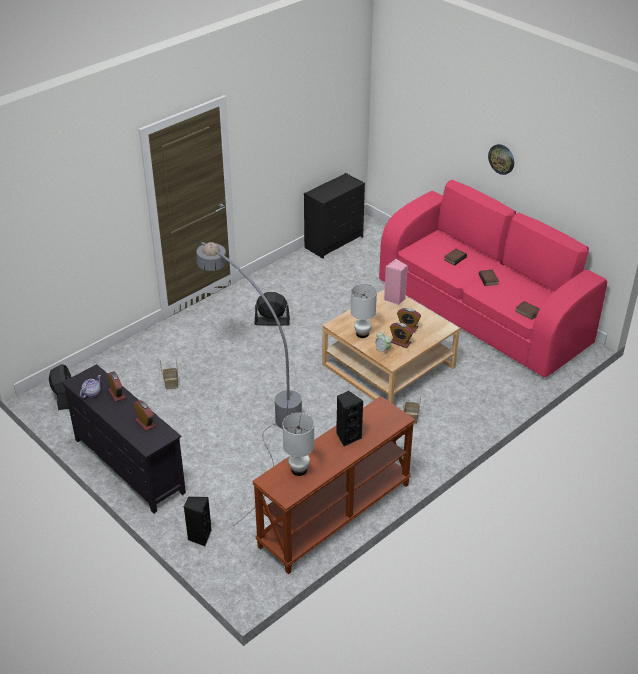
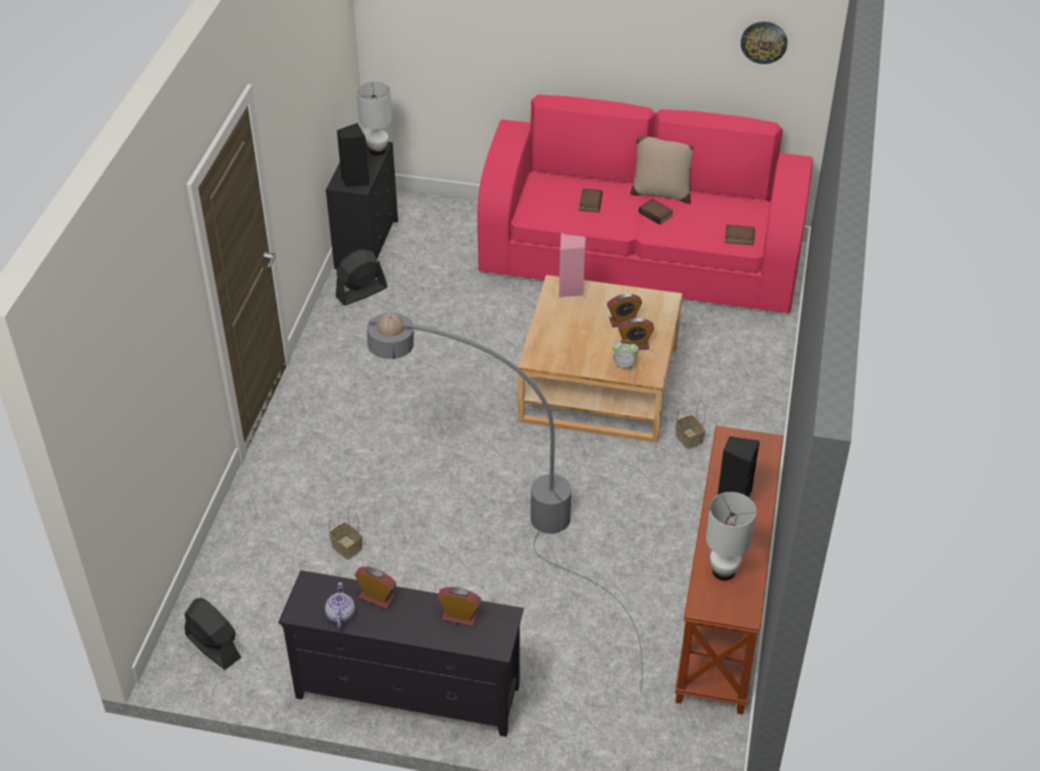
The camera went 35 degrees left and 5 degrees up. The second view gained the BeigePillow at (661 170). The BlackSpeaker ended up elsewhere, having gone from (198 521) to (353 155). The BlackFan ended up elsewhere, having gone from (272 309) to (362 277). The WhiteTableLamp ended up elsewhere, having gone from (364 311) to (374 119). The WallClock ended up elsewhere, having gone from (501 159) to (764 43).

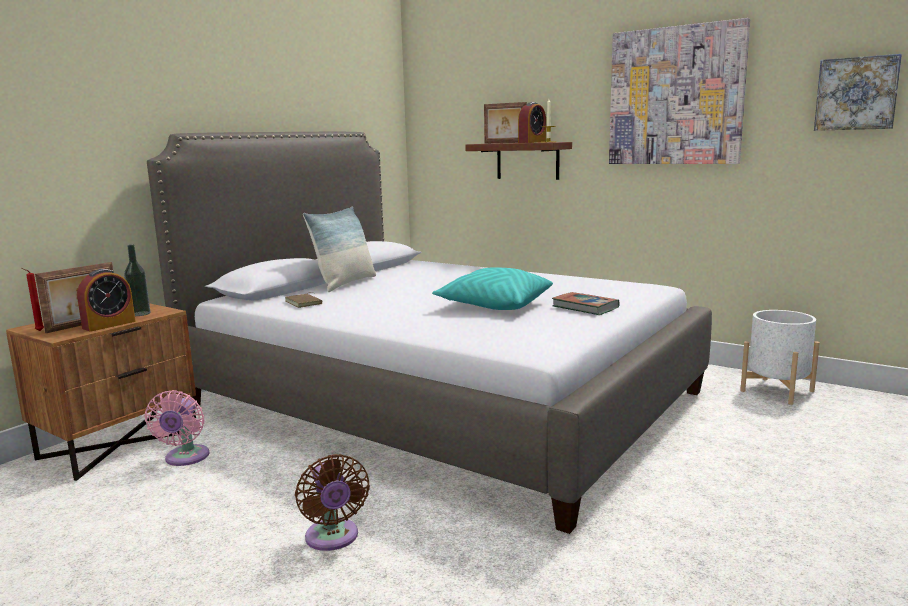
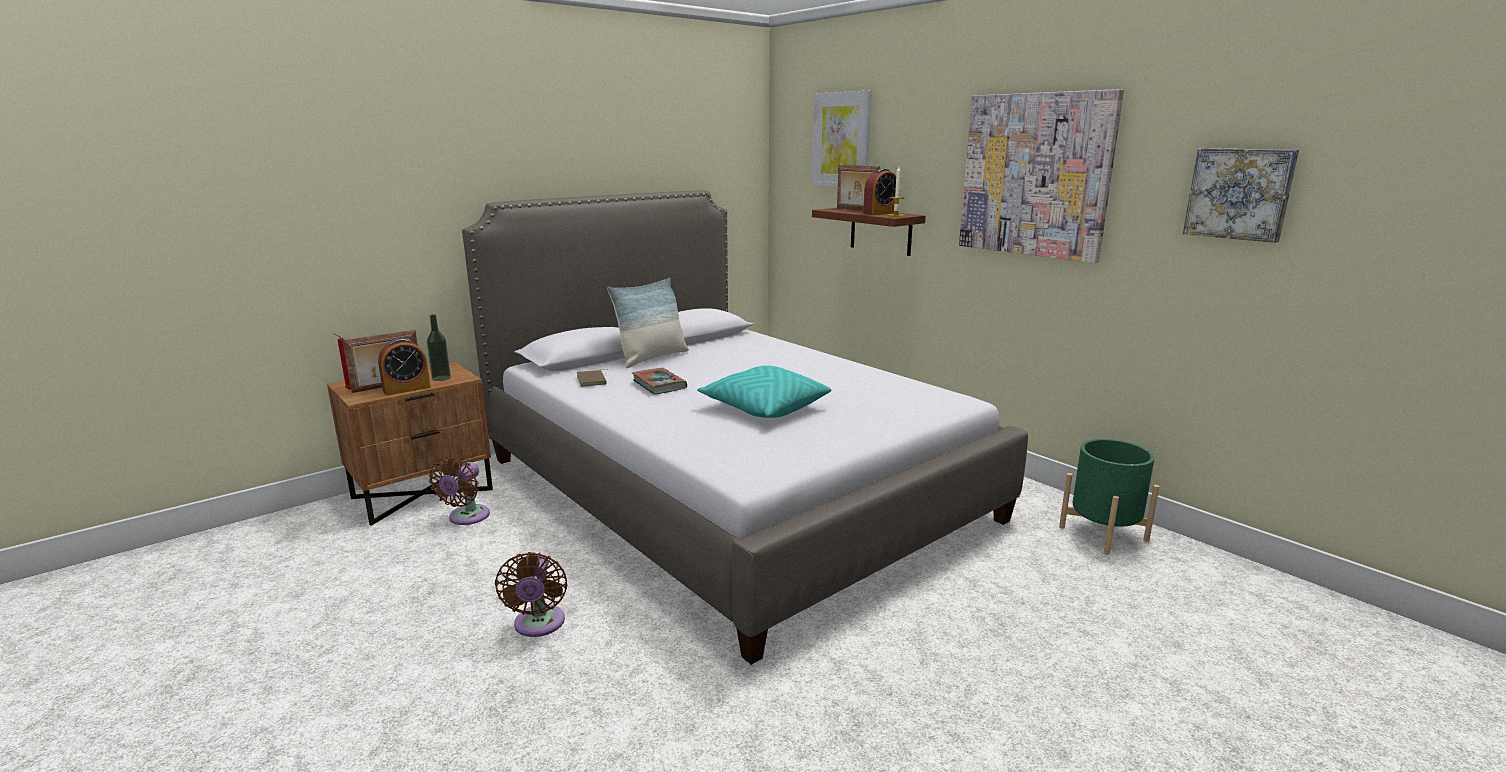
The camera went 15 degrees right and 5 degrees up. The second view gained the Picture at (842 139). The Book ended up elsewhere, having gone from (585 303) to (659 381). What was the PinkFan at (177 428) turned into the BrownFan at (459 491). What was the WhitePlanter at (780 357) turned into the GreenPlanter at (1109 496).

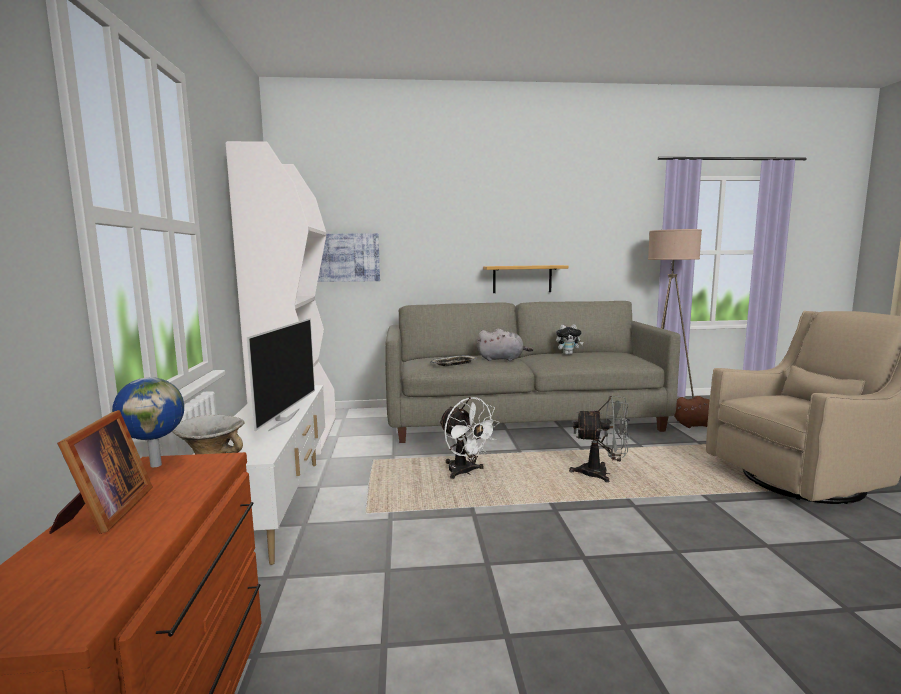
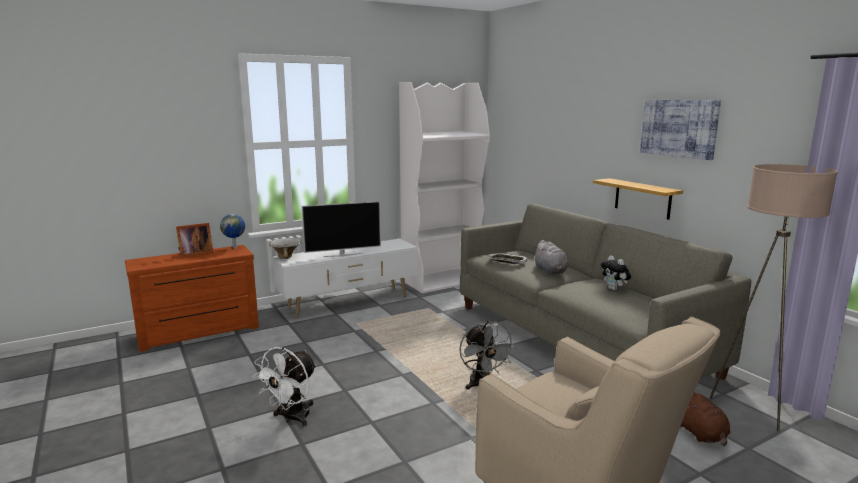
The camera went 65 degrees right and 5 degrees up. The Picture ended up elsewhere, having gone from (349 257) to (680 130). The WhiteFan ended up elsewhere, having gone from (469 438) to (285 386).

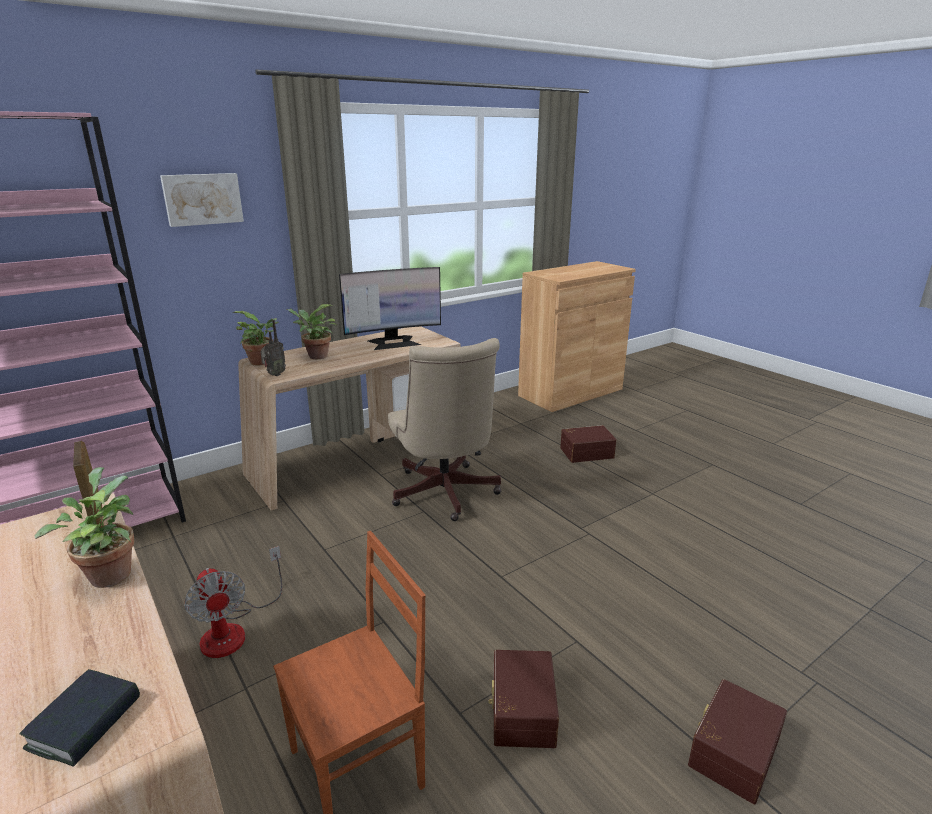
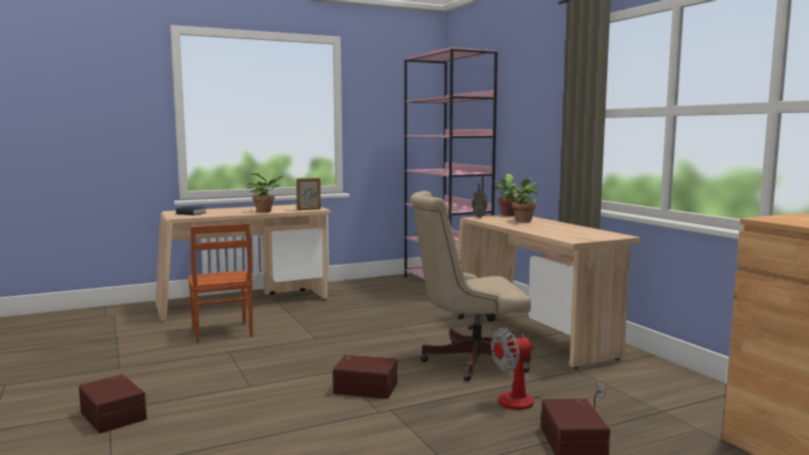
The camera went 100 degrees right and 15 degrees down. The second view lost the Picture at (202 200). The second view lost the Monitor at (390 308). The Fan ended up elsewhere, having gone from (233 602) to (548 369). The BrownStorageBox ended up elsewhere, having gone from (523 699) to (365 377).

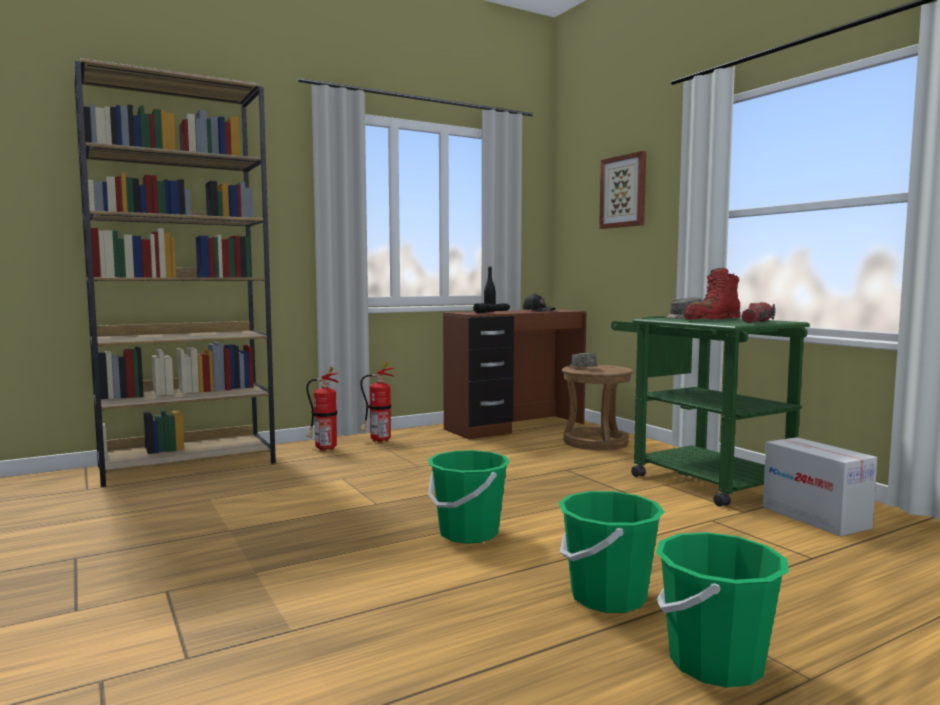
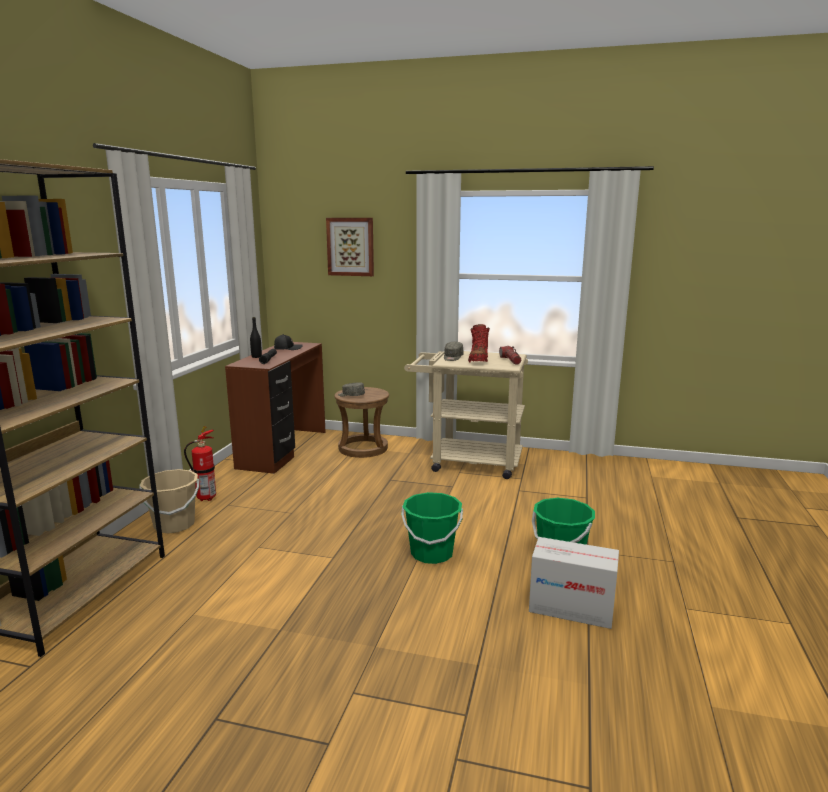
The camera went 45 degrees left and 10 degrees up. The second view lost the GreenBucket at (722 609). The CardboardBox ended up elsewhere, having gone from (820 486) to (574 583). Where the FireExtinguisher stood at (322 409), the BeigeBucket came to stand at (169 501). What was the GreenCart at (710 411) turned into the BeigeCart at (466 415).

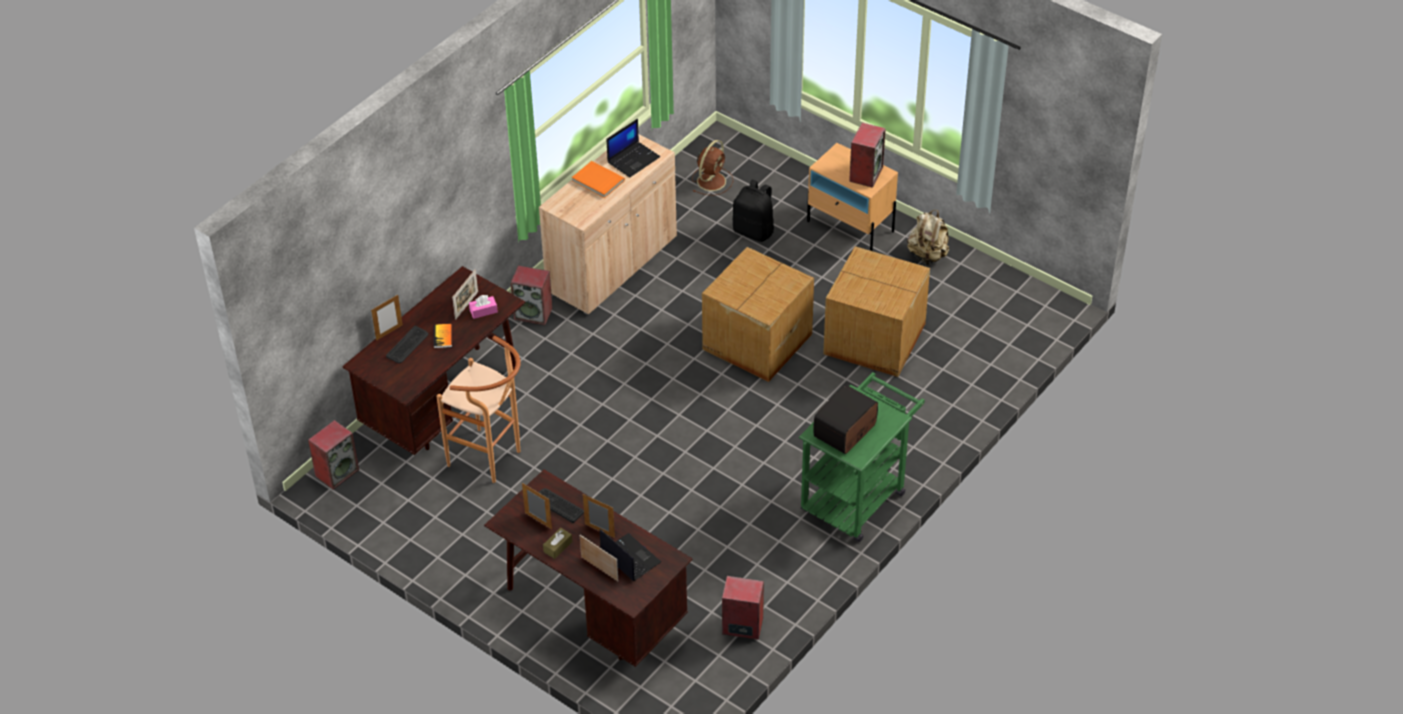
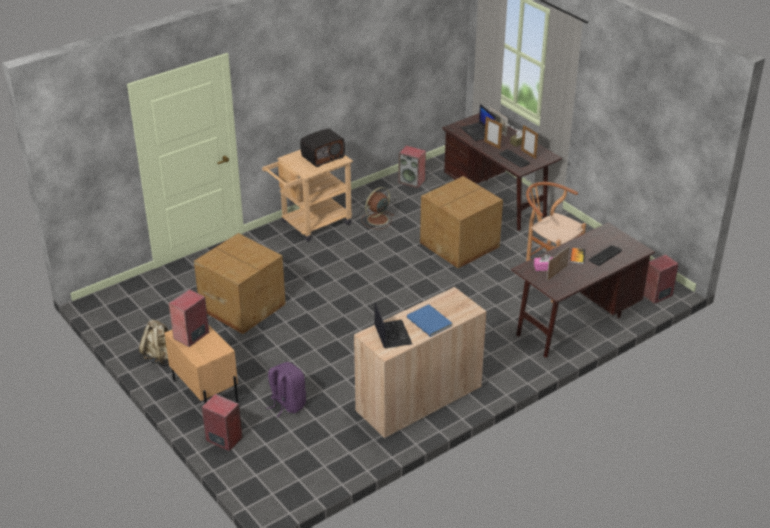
The camera went 165 degrees left and 10 degrees down. The second view lost the PictureFrame at (387 318). The Speaker ended up elsewhere, having gone from (531 295) to (222 422). The BrownFan ended up elsewhere, having gone from (712 168) to (377 208). The CardboardBox ended up elsewhere, having gone from (758 314) to (461 222). What was the OrangeBook at (598 179) turned into the BlueBook at (429 320). What was the BlackBackpack at (753 211) turned into the PurpleBackpack at (286 389). What was the GreenCart at (862 457) turned into the BeigeCart at (307 196). The Laptop at (633 148) ended up facing another way, 105 degrees clockwise from before.

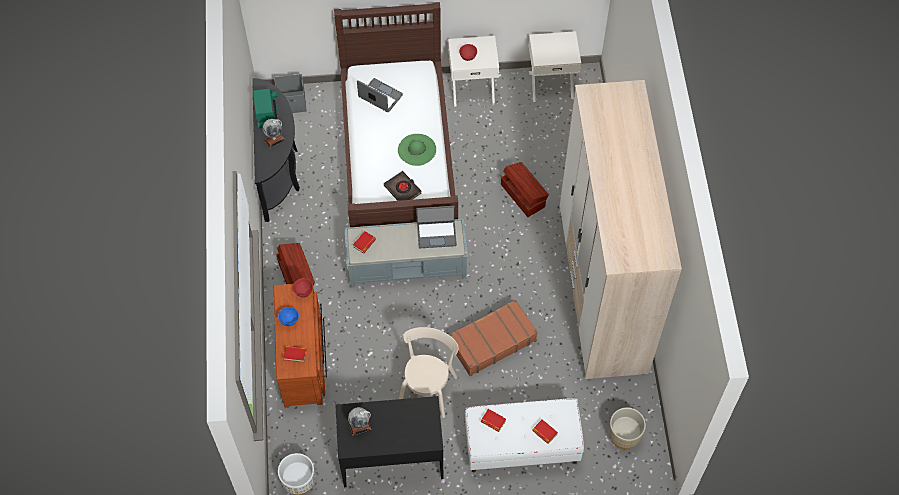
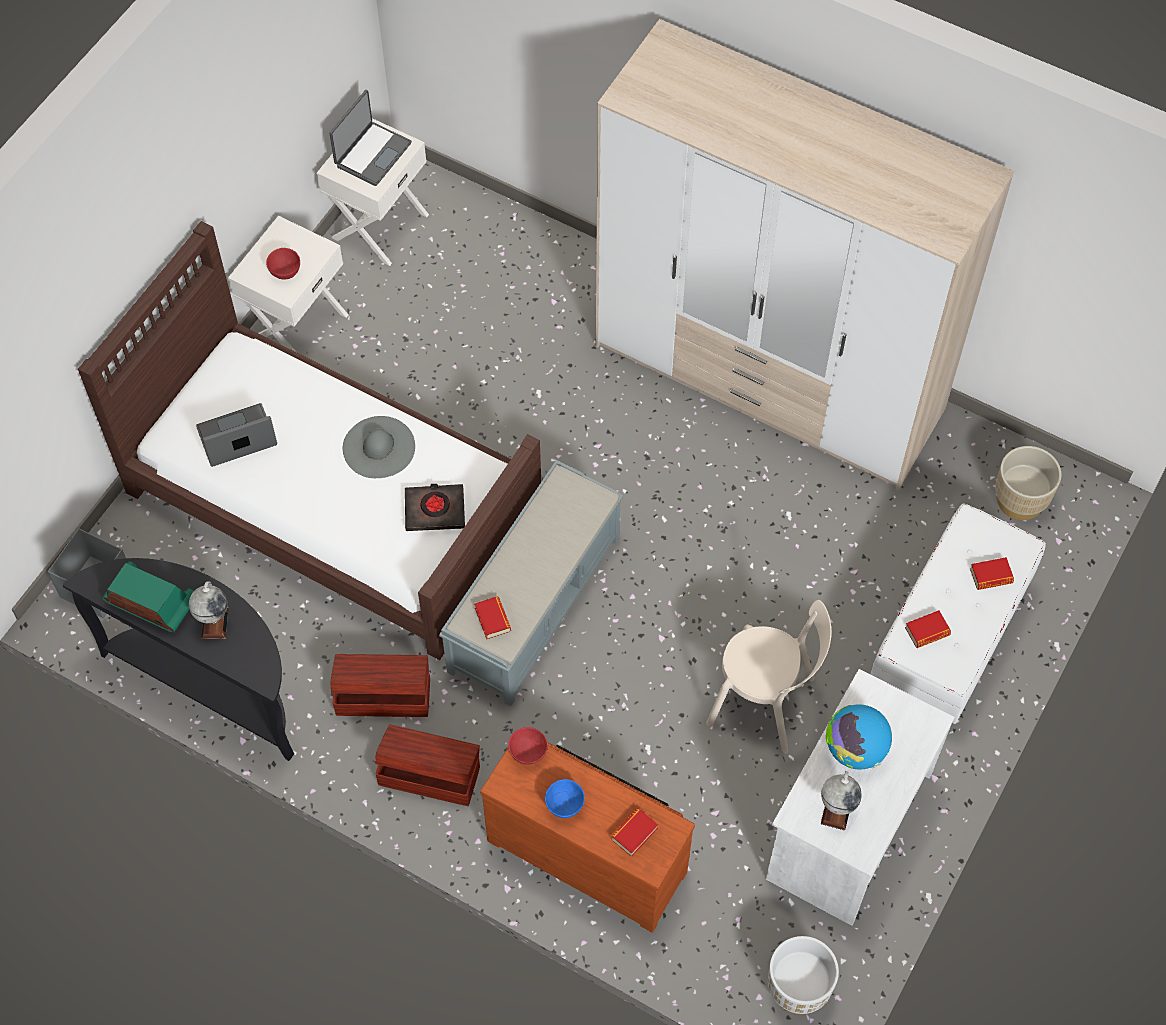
The camera went 55 degrees left and 0 degrees up. The second view lost the BrownSuitcase at (493 338). The second view gained the Globe at (859 737). The Laptop ended up elsewhere, having gone from (436 227) to (370 138). The BrownStorageBox ended up elsewhere, having gone from (525 189) to (380 685). What was the BlackDesk at (389 441) turned into the WhiteDesk at (860 797). What was the GreenHat at (417 150) turned into the GreyHat at (378 447). The BeigeChair at (429 372) ended up facing another way, 150 degrees clockwise from before.

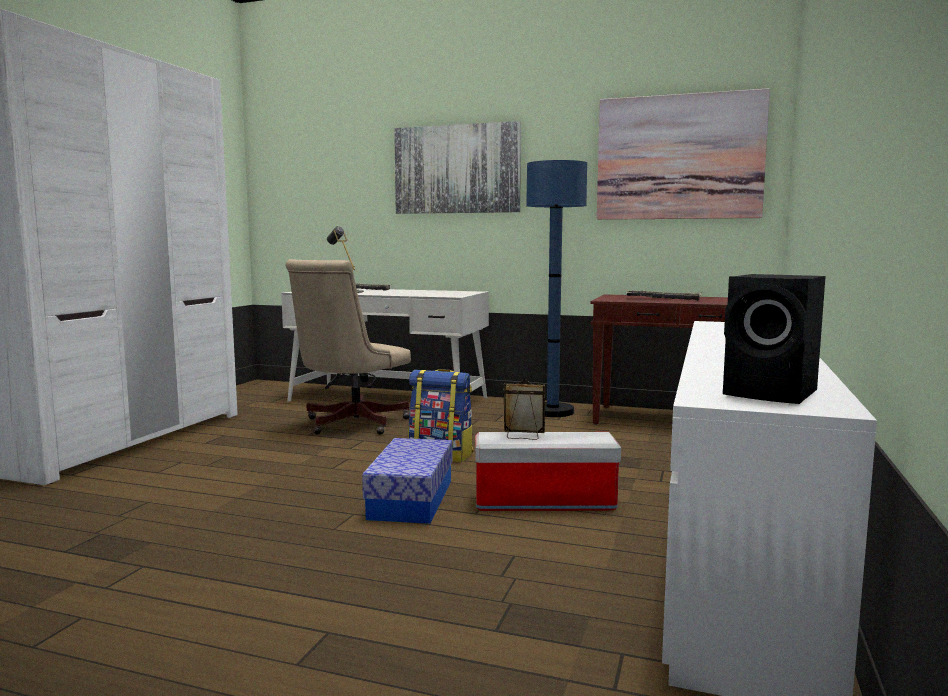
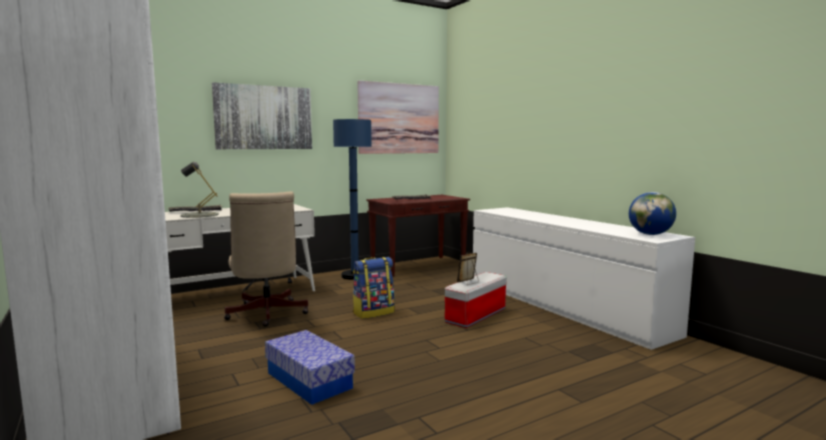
The camera went 50 degrees left and 0 degrees up. The StorageBox ended up elsewhere, having gone from (407 481) to (310 367). Where the BlackSpeaker stood at (774 339), the Globe came to stand at (652 213).

